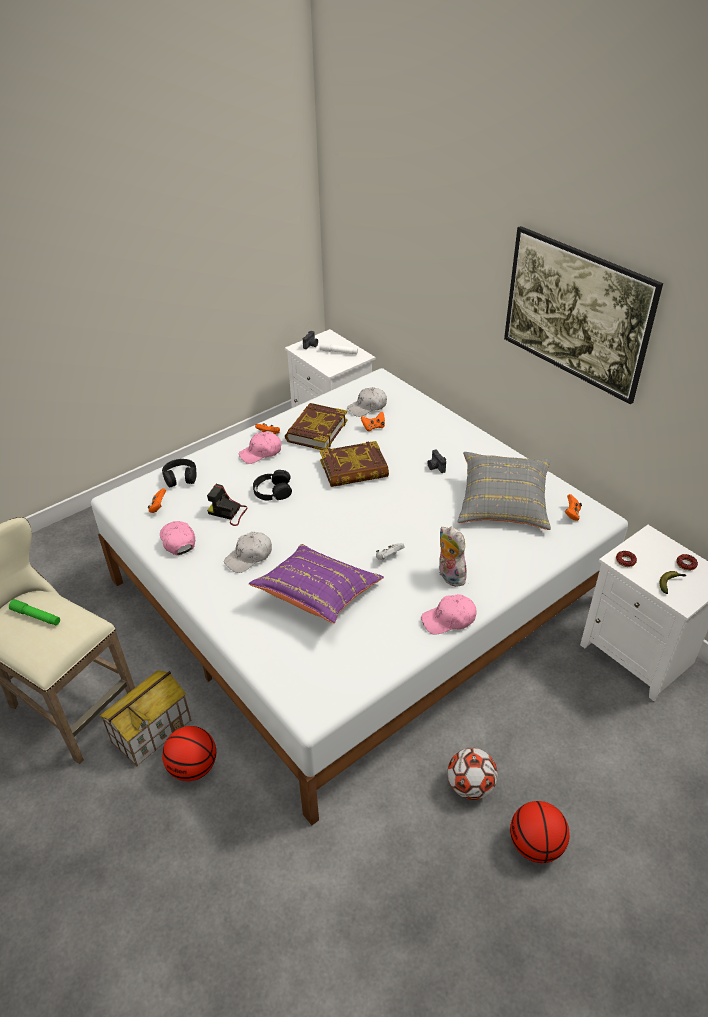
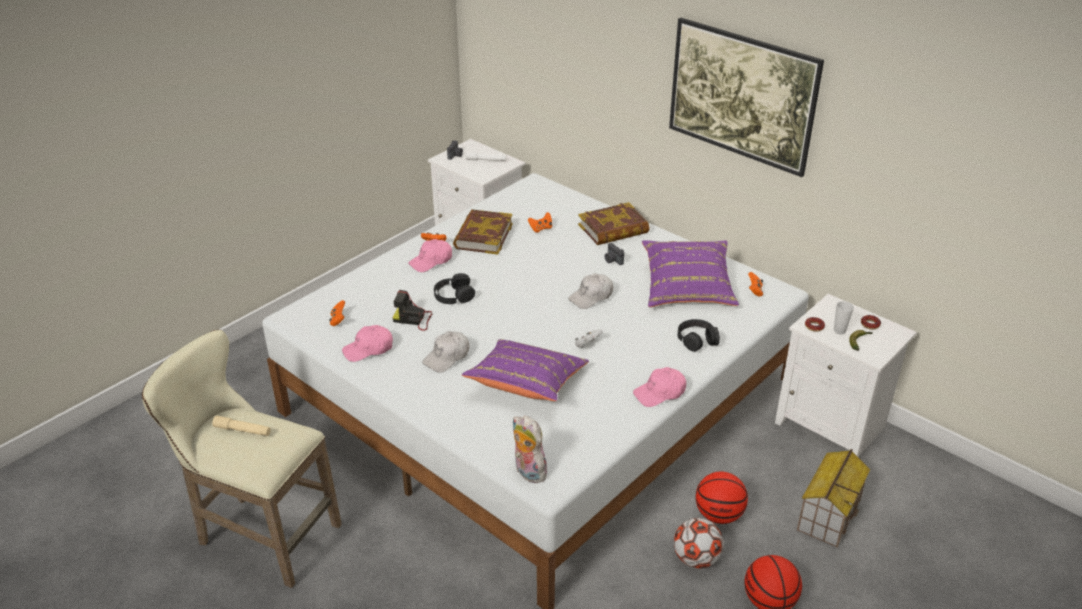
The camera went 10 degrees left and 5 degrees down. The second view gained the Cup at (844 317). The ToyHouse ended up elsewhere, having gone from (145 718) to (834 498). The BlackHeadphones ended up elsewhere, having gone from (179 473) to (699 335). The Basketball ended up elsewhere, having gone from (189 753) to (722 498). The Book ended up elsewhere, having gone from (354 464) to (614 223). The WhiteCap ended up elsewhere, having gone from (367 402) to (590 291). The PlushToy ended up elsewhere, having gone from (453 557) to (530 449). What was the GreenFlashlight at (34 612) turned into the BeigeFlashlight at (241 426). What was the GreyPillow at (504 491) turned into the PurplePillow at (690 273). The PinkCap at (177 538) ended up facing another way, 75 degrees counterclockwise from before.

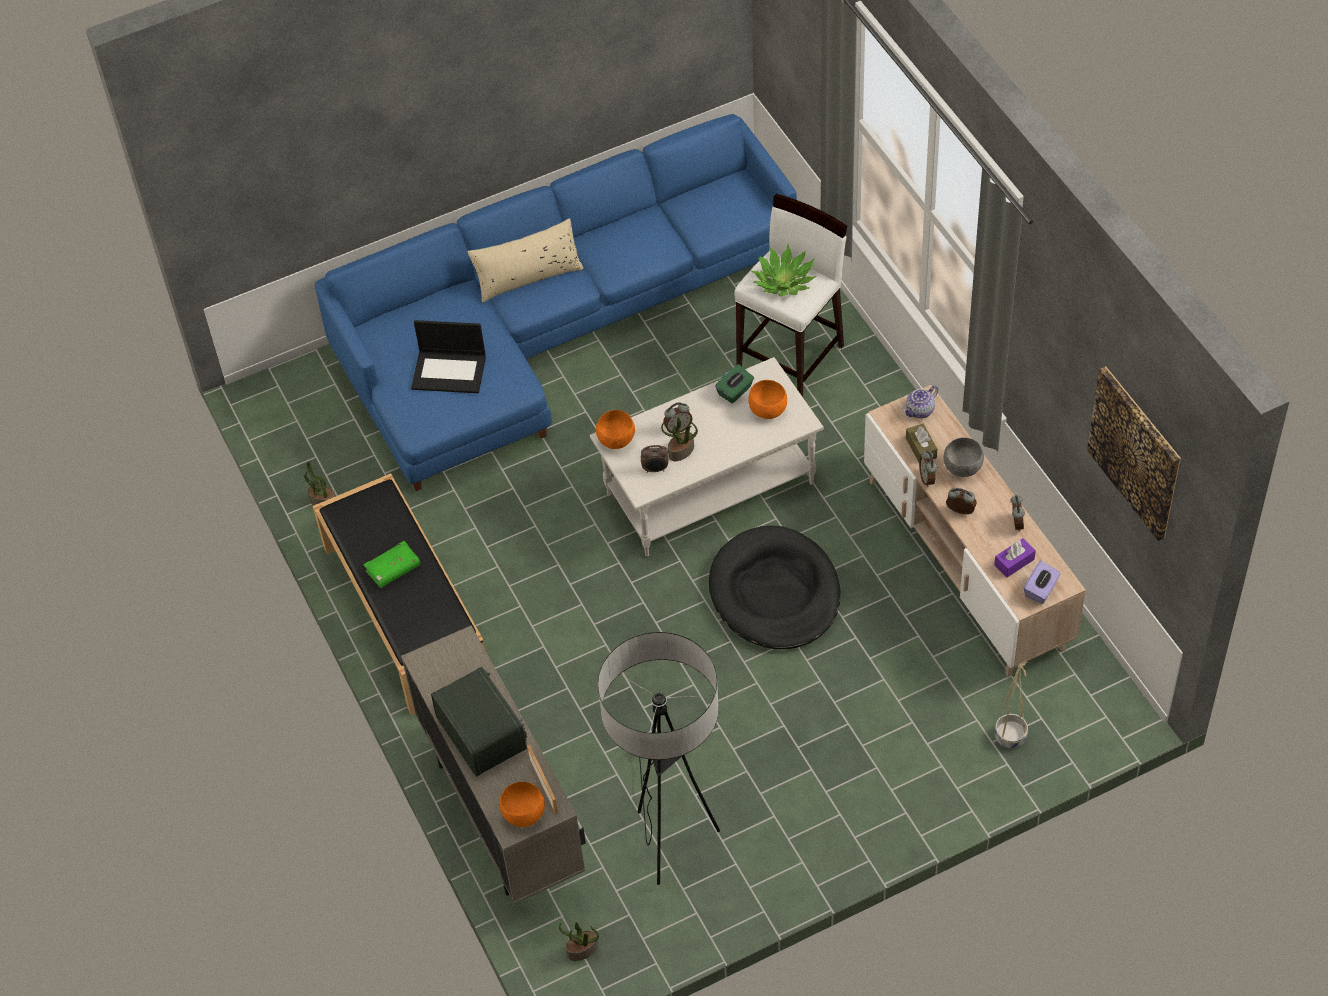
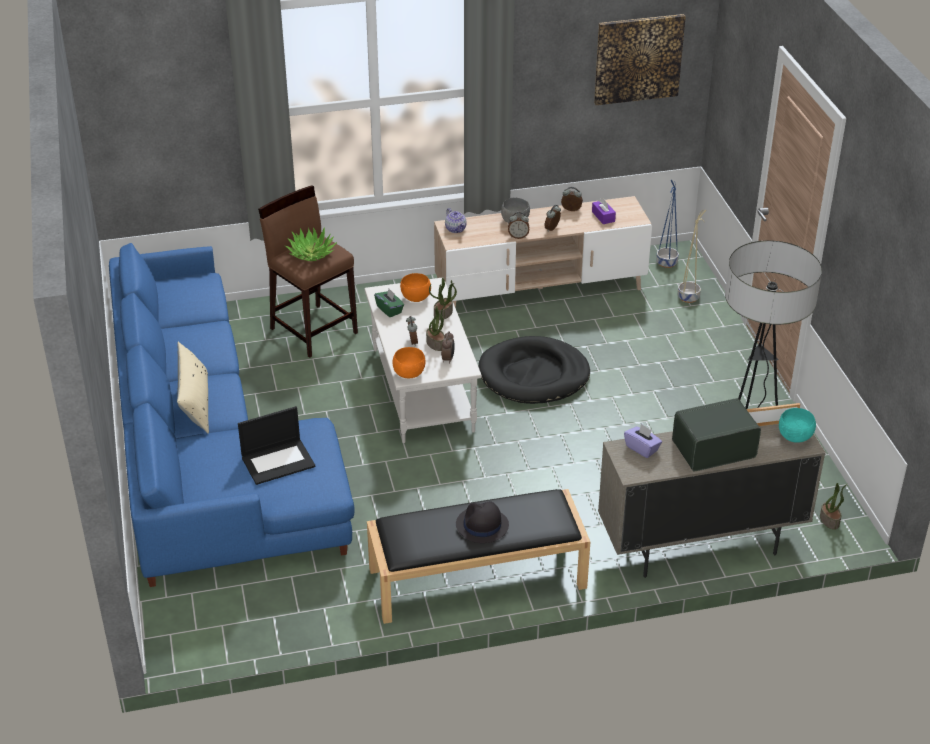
The camera went 80 degrees left and 15 degrees down. The second view lost the BrownTissueBox at (921 443). The second view gained the BluePlanter at (667 224). The PottedPlant ended up elsewhere, having gone from (320 483) to (443 299). The PurpleTissueBox ended up elsewhere, having gone from (1042 582) to (643 441). Where the GreenBook stood at (392 564), the BlackHat came to stand at (482 522). What was the OrangeBowl at (522 804) turned into the TurquoiseBowl at (797 425). What was the WhiteStool at (790 295) turned into the BrownStool at (308 271). The Laptop at (448 356) ended up facing another way, 45 degrees clockwise from before.

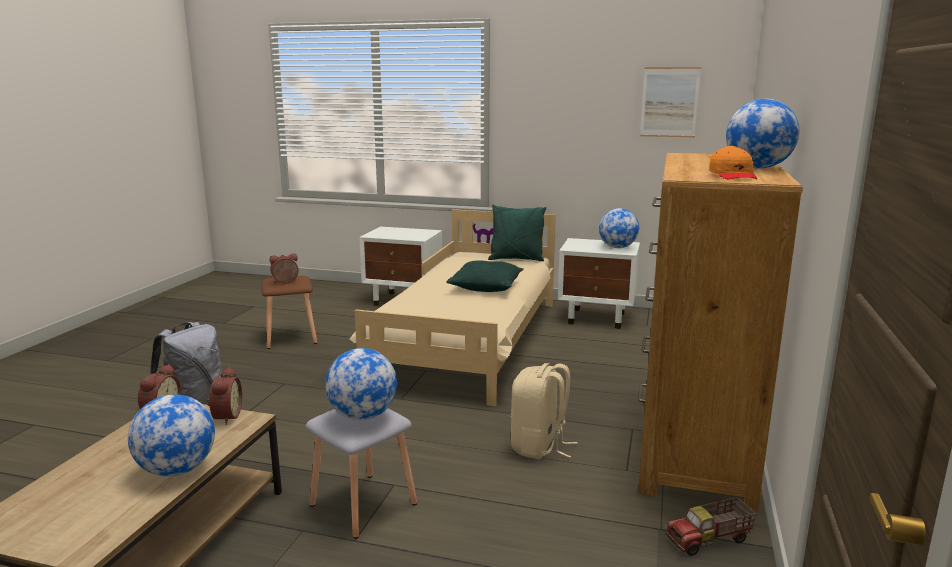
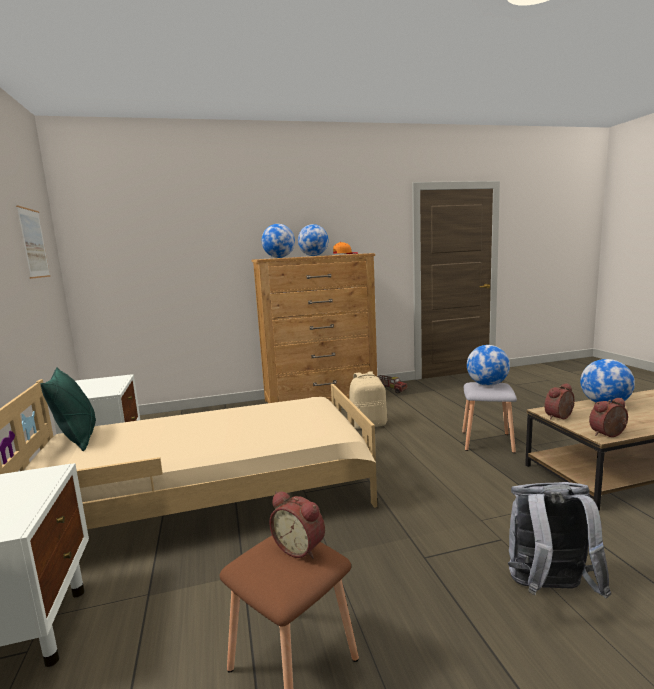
The camera went 120 degrees left and 5 degrees down. The second view lost the GreenPillow at (485 276). The Globe ended up elsewhere, having gone from (619 228) to (278 241).

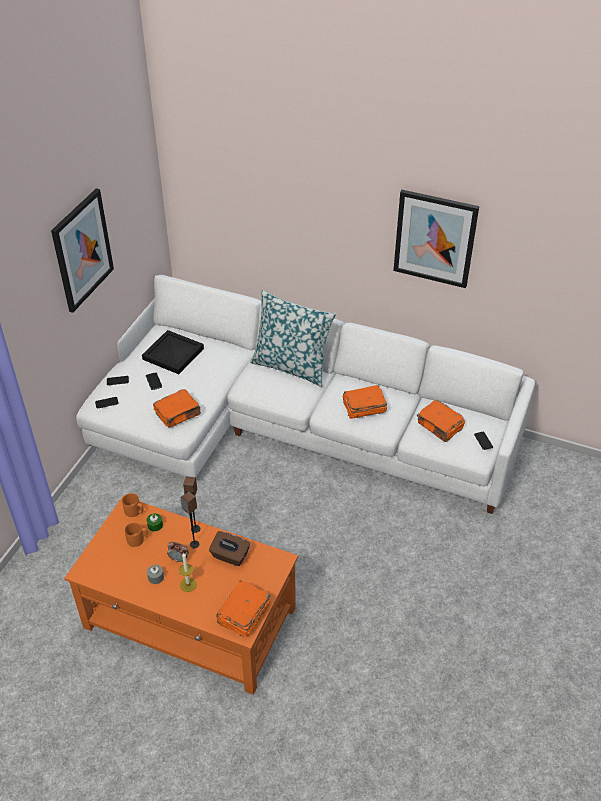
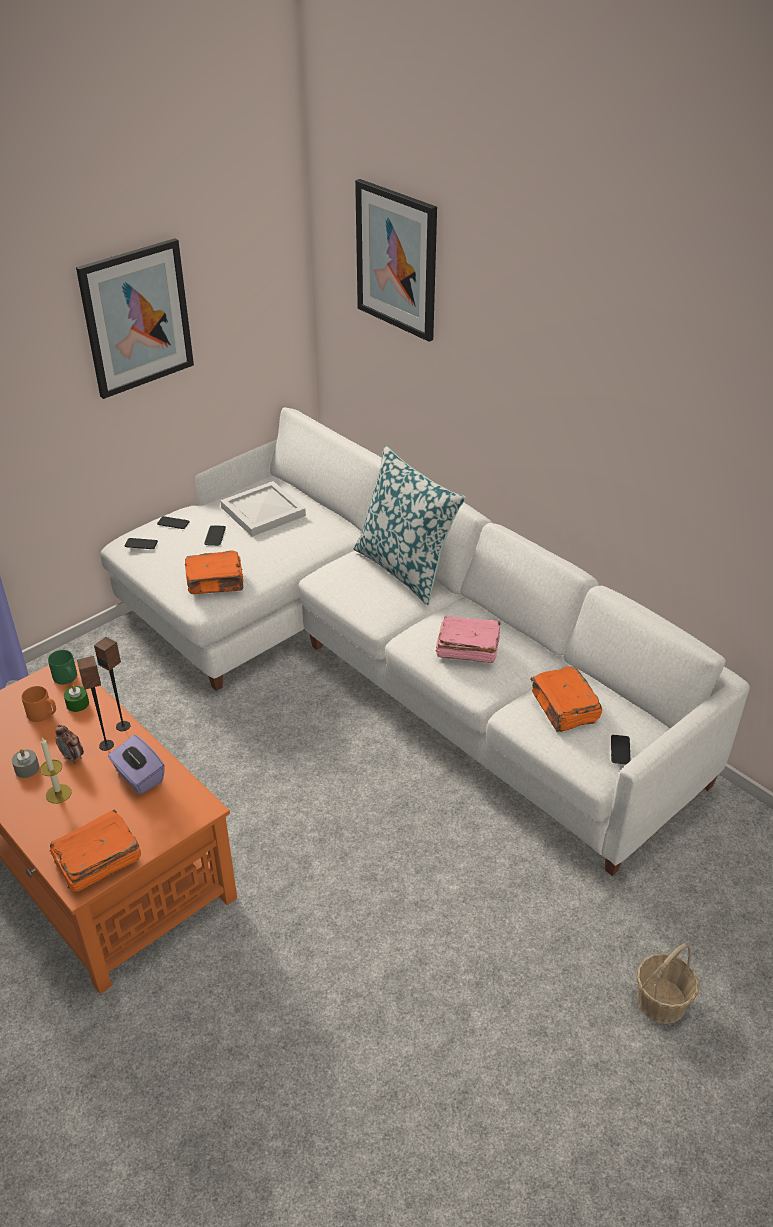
The camera went 25 degrees right and 5 degrees down. The second view gained the Basket at (667 983). The Picture ended up elsewhere, having gone from (436 239) to (396 260). What was the OrangeMug at (132 505) turned into the GreenMug at (62 667). What was the BlackTray at (173 352) turned into the WhiteTray at (263 508). What was the BrownTissueBox at (229 548) turned into the PurpleTissueBox at (136 765). What was the OrangeBook at (365 402) turned into the PinkBook at (468 639).

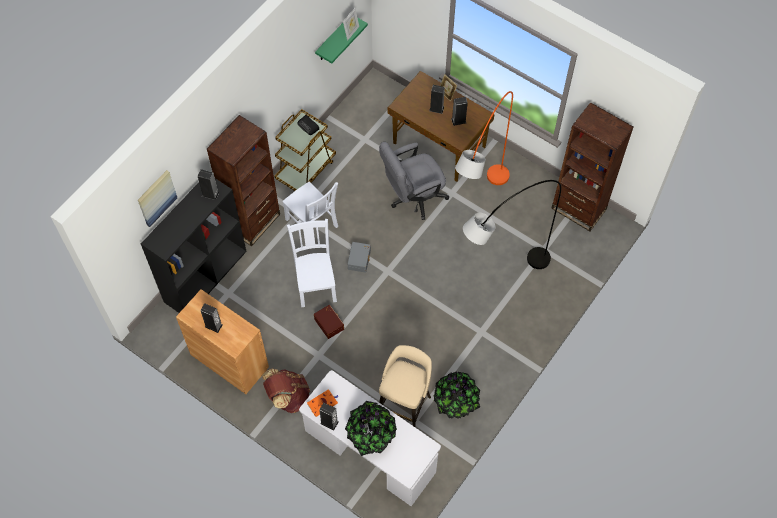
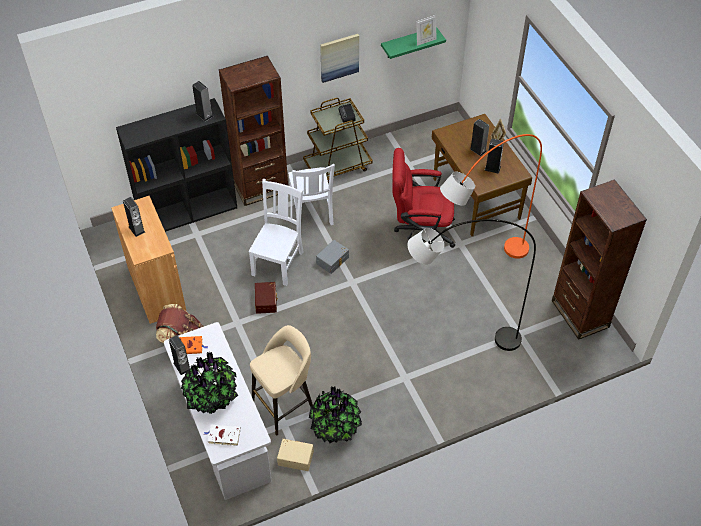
The camera went 30 degrees right and 10 degrees down. The second view gained the WhiteBook at (222 435). The second view gained the BeigeStorageBox at (295 455). The Picture ended up elsewhere, having gone from (157 198) to (339 58). What was the GreyOfficeChair at (414 181) turned into the RedOfficeChair at (423 198).

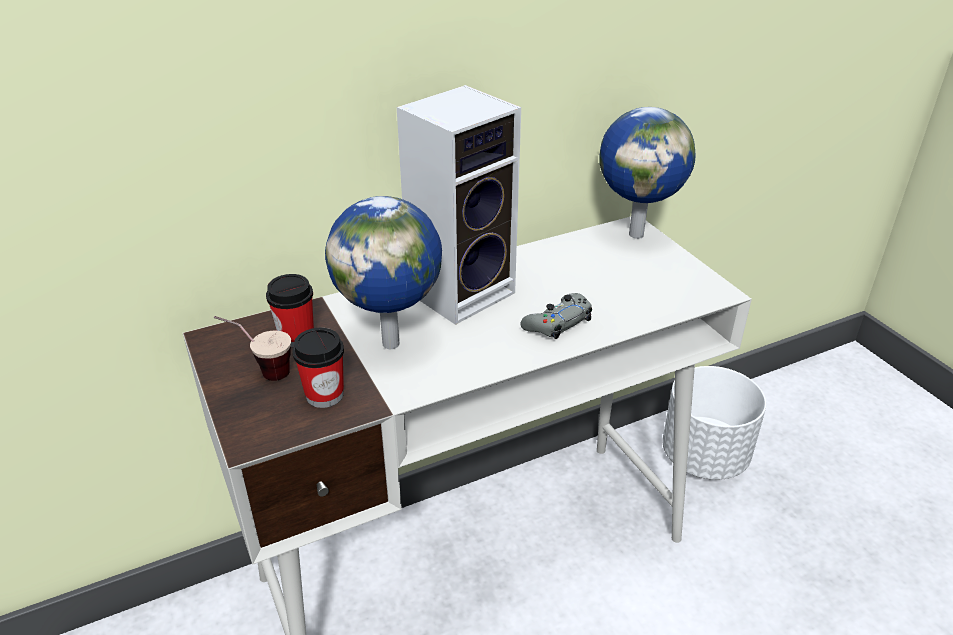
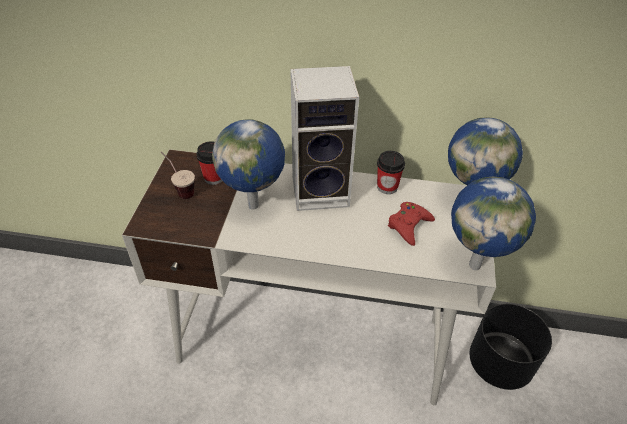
The camera went 35 degrees right and 10 degrees up. The second view lost the GreyGameController at (556 316). The second view gained the RedGameController at (411 224). The second view gained the Globe at (493 223). The Cup ended up elsewhere, having gone from (318 368) to (391 172). What was the WhitePlanter at (714 423) turned into the BlackPlanter at (511 347).

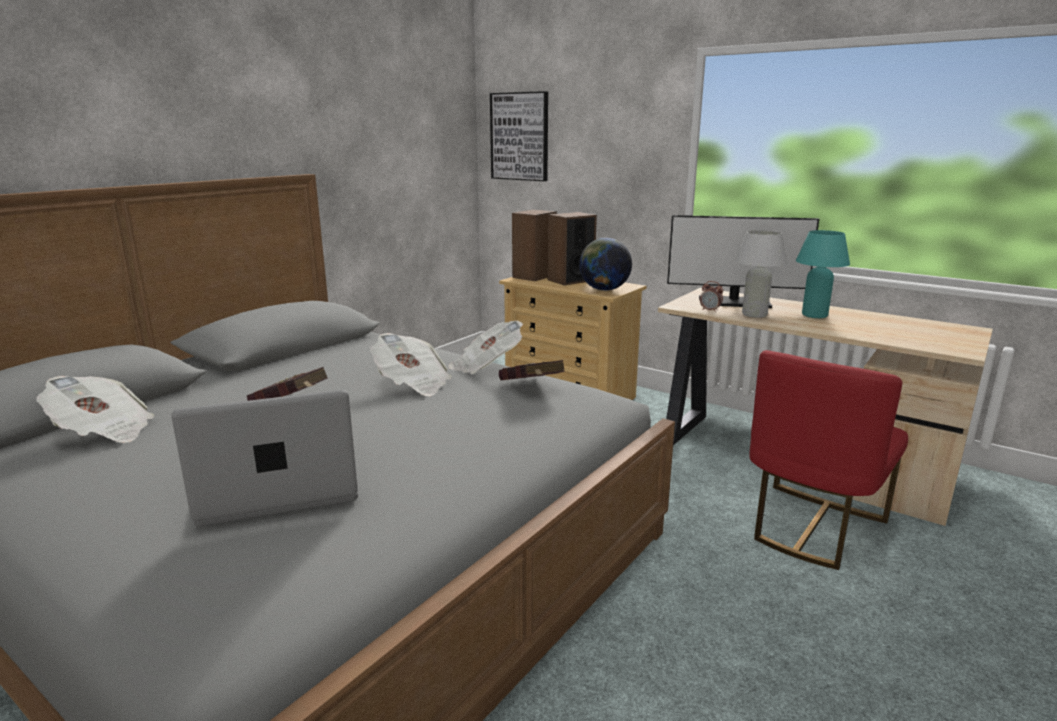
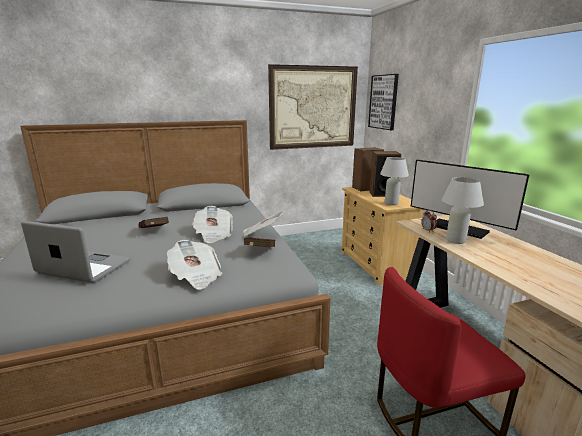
The camera went 35 degrees right and 0 degrees up. The second view lost the TurquoiseTableLamp at (823 274). The second view gained the Picture at (313 107). The Newspaper ended up elsewhere, having gone from (95 409) to (195 265). Where the Globe stood at (605 264), the WhiteTableLamp came to stand at (394 181).

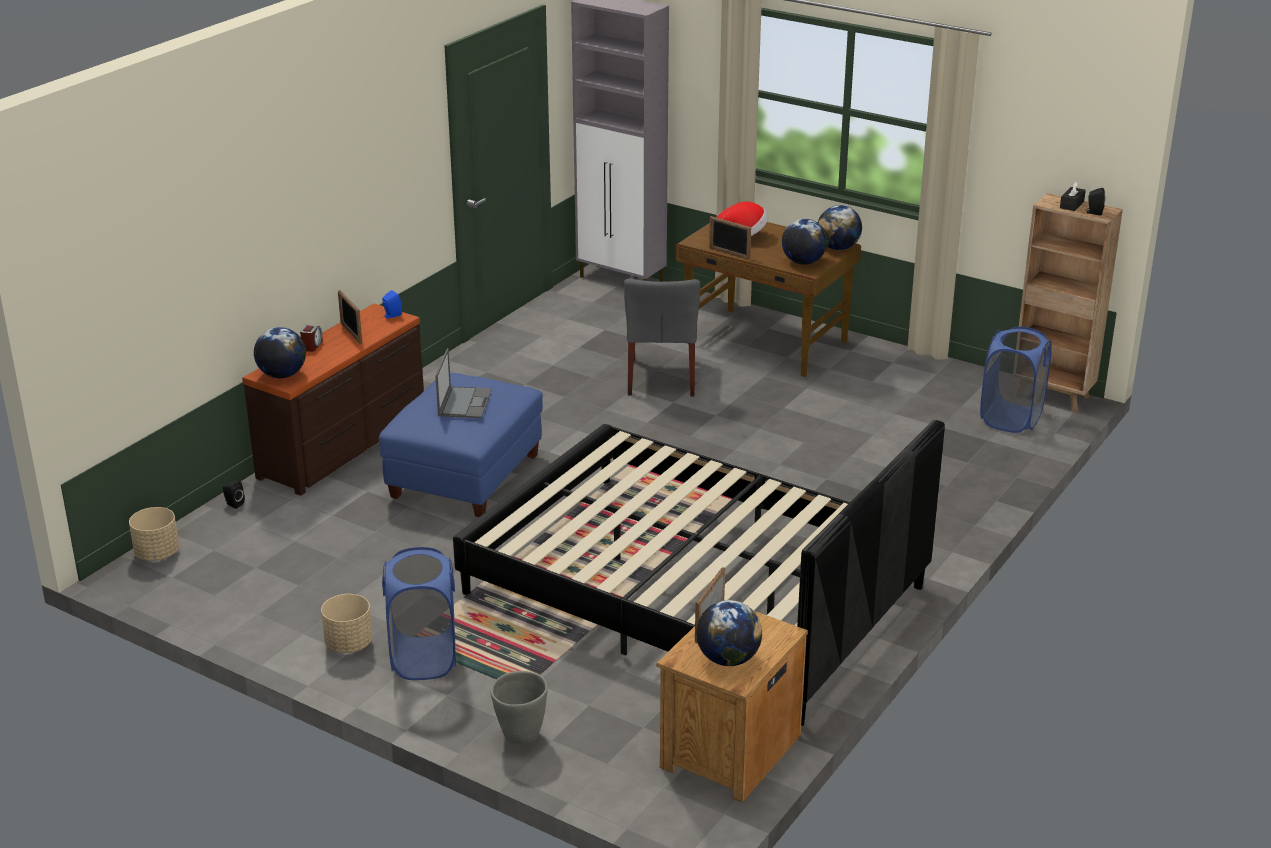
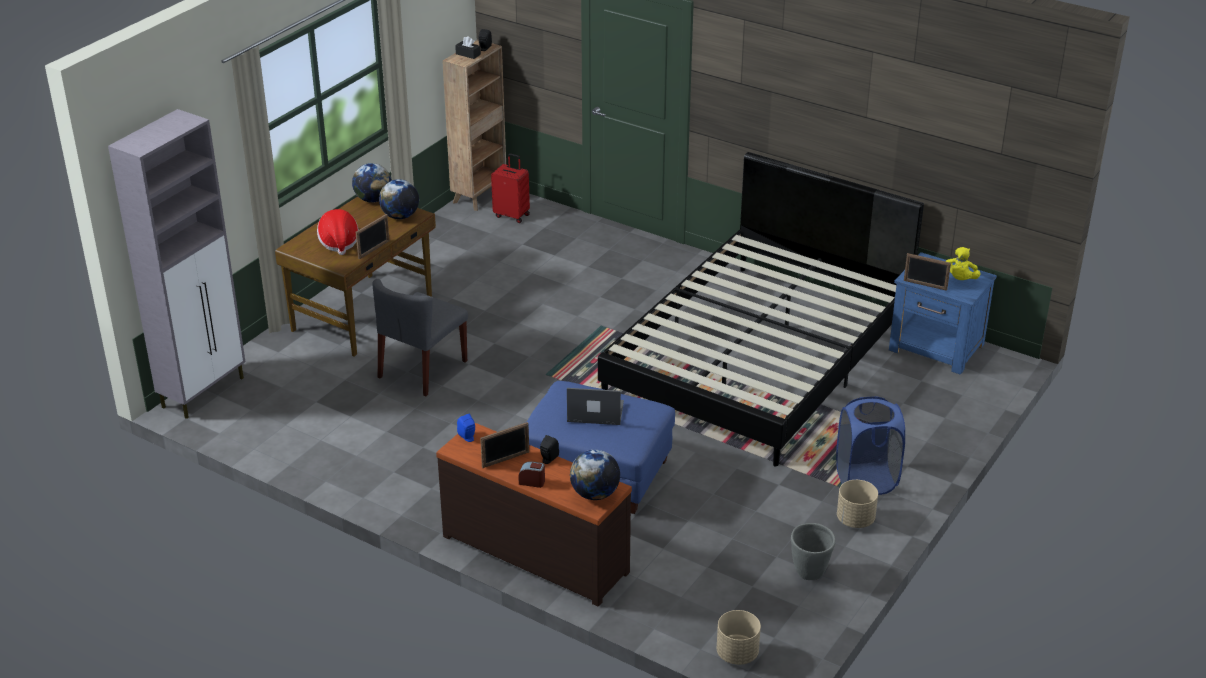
The camera went 90 degrees left and 5 degrees up. The BlackSpeaker ended up elsewhere, having gone from (234 495) to (549 449). The GreyPlanter ended up elsewhere, having gone from (519 708) to (813 551). Where the Globe stood at (729 633), the YellowPlushToy came to stand at (962 263). Where the BlueLaundryBasket stood at (1016 379), the RedSuitcase came to stand at (510 188). What was the BrownNightstand at (732 706) turned into the BlueNightstand at (943 313). The GreyChair at (662 337) ended up facing another way, 120 degrees clockwise from before.

